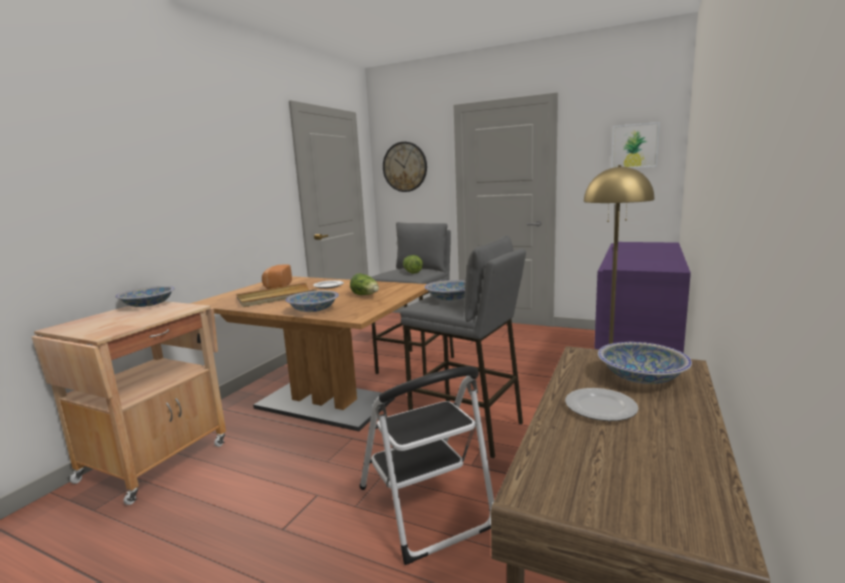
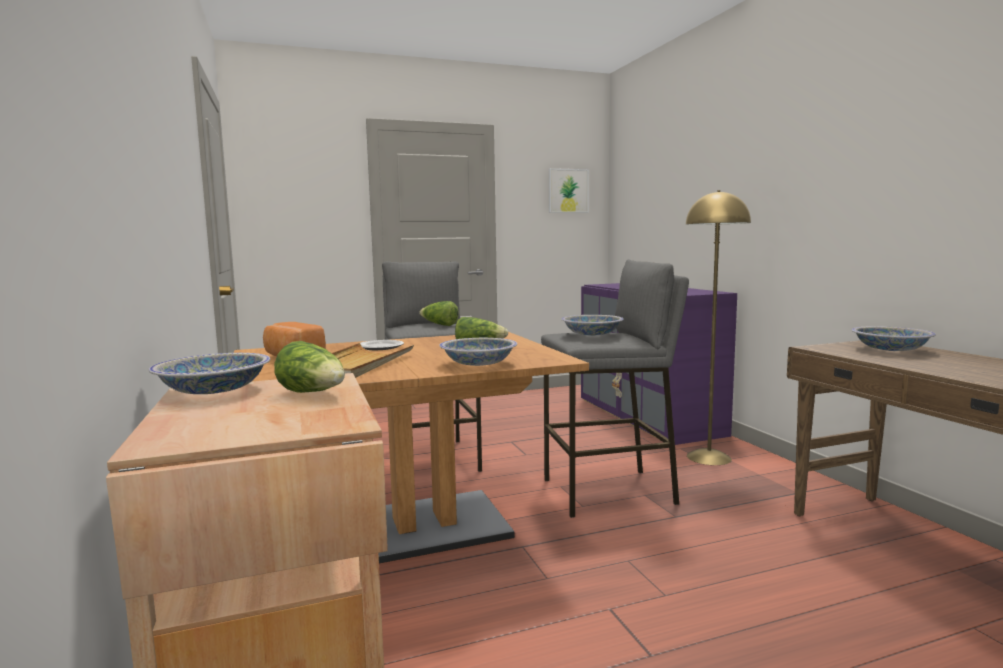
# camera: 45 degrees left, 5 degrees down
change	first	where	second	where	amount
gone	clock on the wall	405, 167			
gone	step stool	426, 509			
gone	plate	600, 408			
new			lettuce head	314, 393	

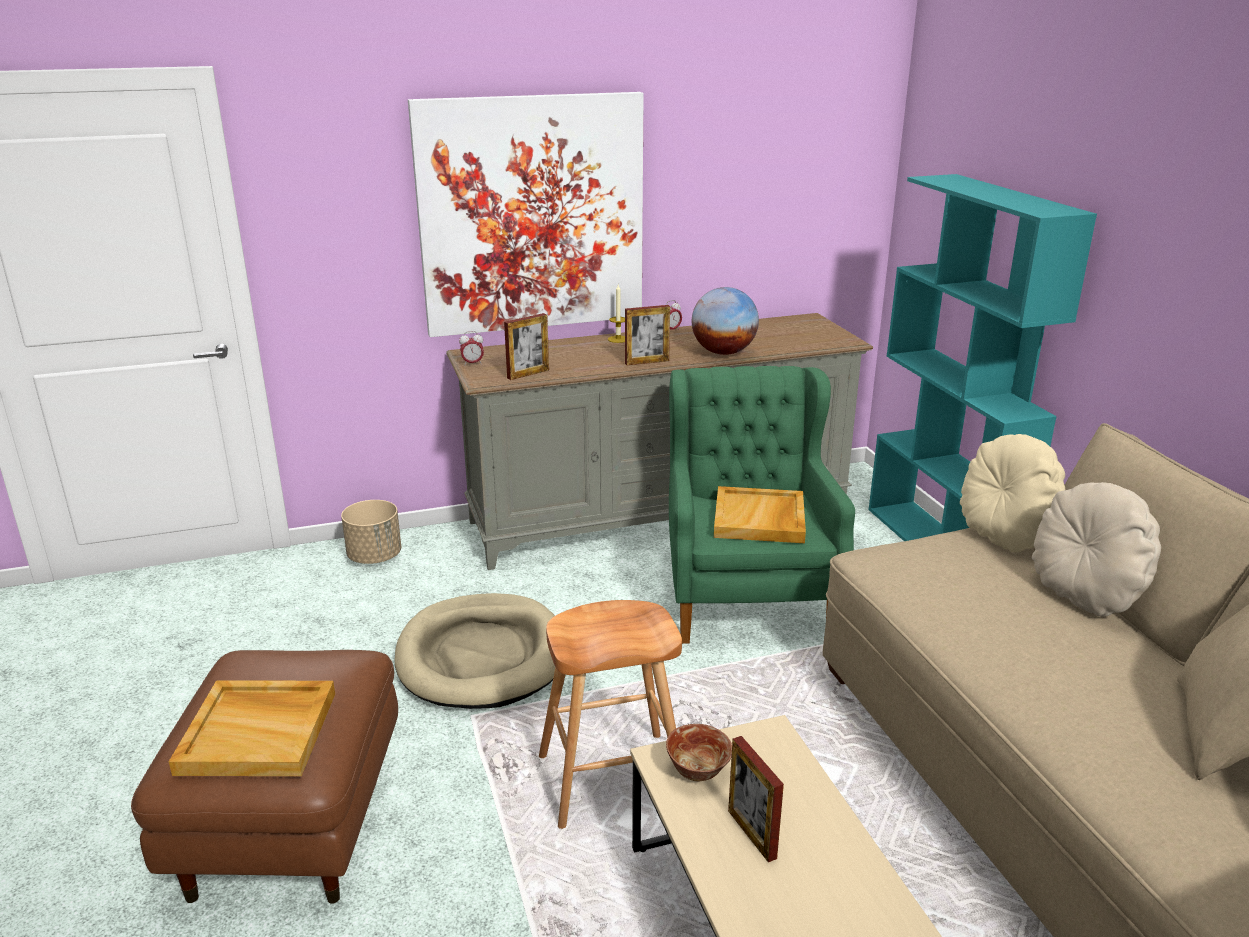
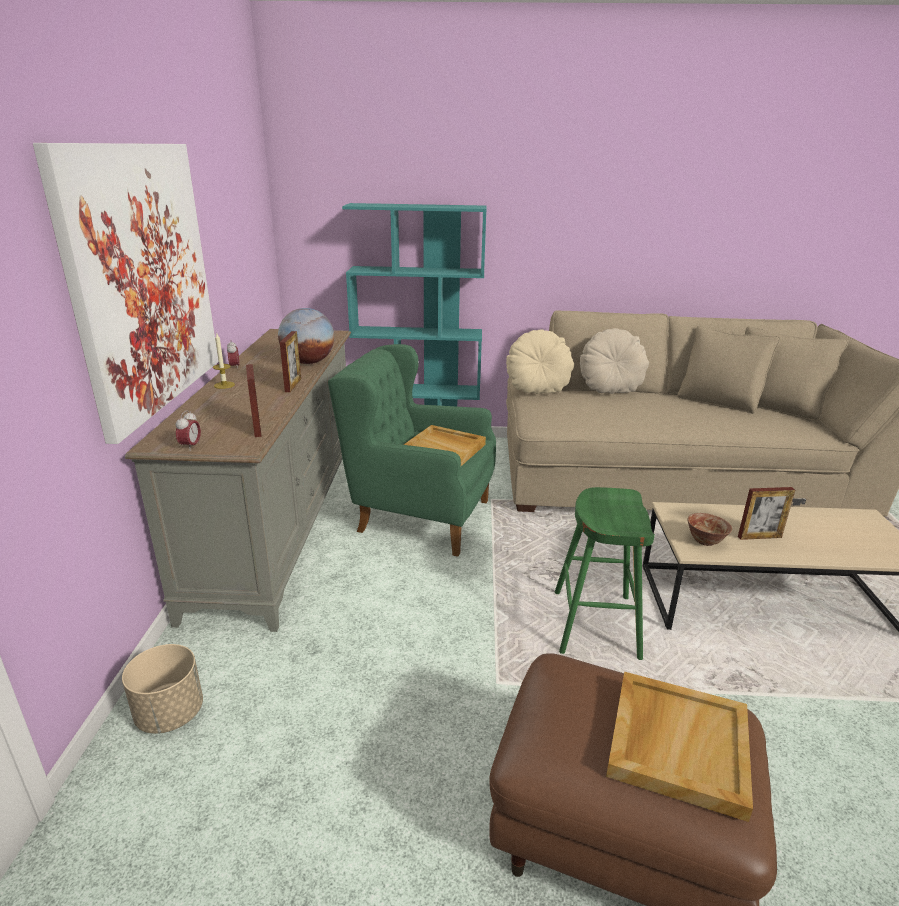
# camera: 70 degrees left, 0 degrees up
change	first	where	second	where	amount
gone	pet bed in beige	482, 656			
repainted	stool in brownish	611, 779	stool in green-coloured	595, 624	

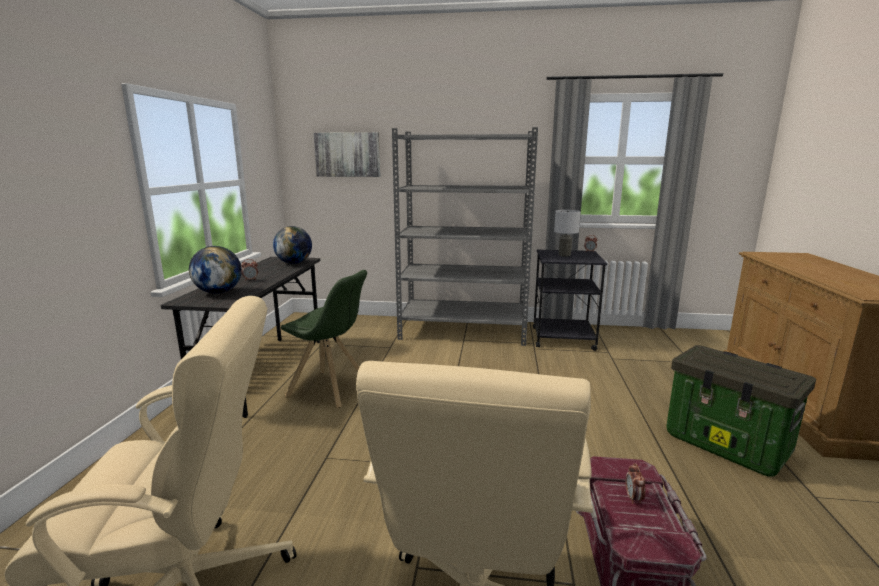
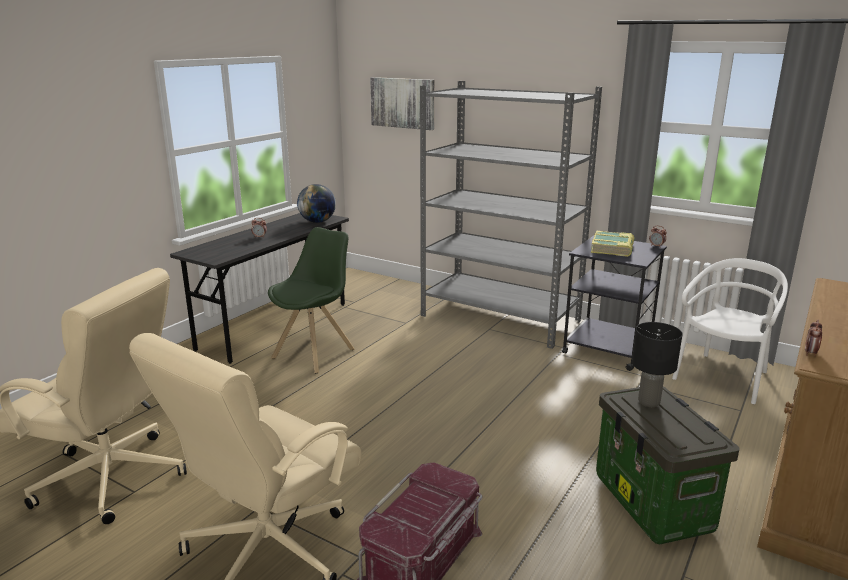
# camera: 25 degrees right, 5 degrees up
change	first	where	second	where	amount
swapped	tabletop lamp in whitish	565, 255	bound book	612, 248	
gone	desk globe	218, 292			
rotated	chair in green-coloured	329, 389		314, 353	105 degrees counterclockwise
shifted	alarm clock	633, 498		810, 353	
new			chair in whitish	723, 378	
new			tabletop lamp in black-coloured	648, 402	

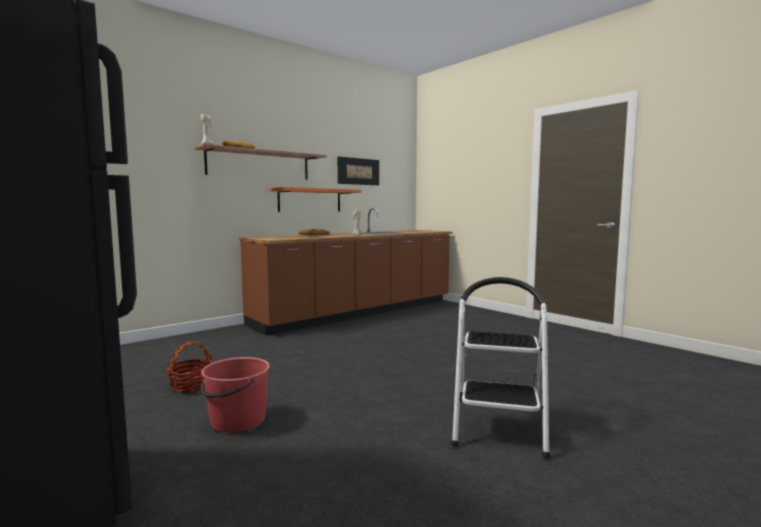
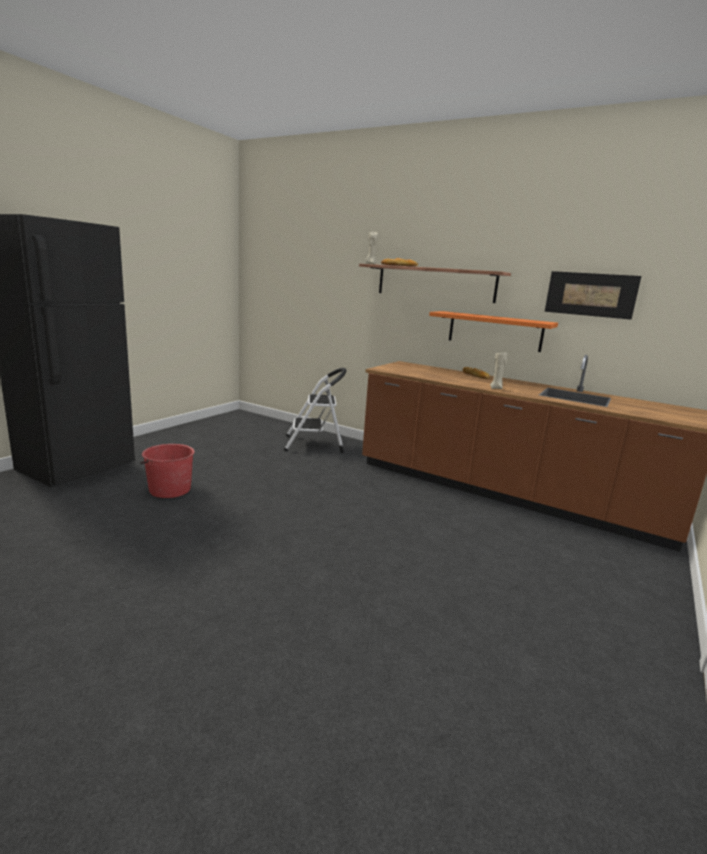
# camera: 70 degrees right, 10 degrees up
change	first	where	second	where	amount
shifted	step stool	499, 424		316, 444	
gone	storage basket	191, 386			

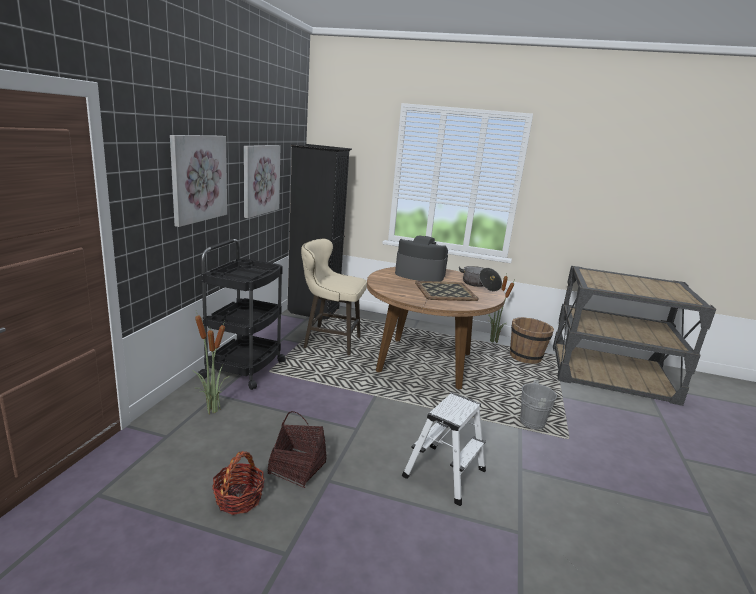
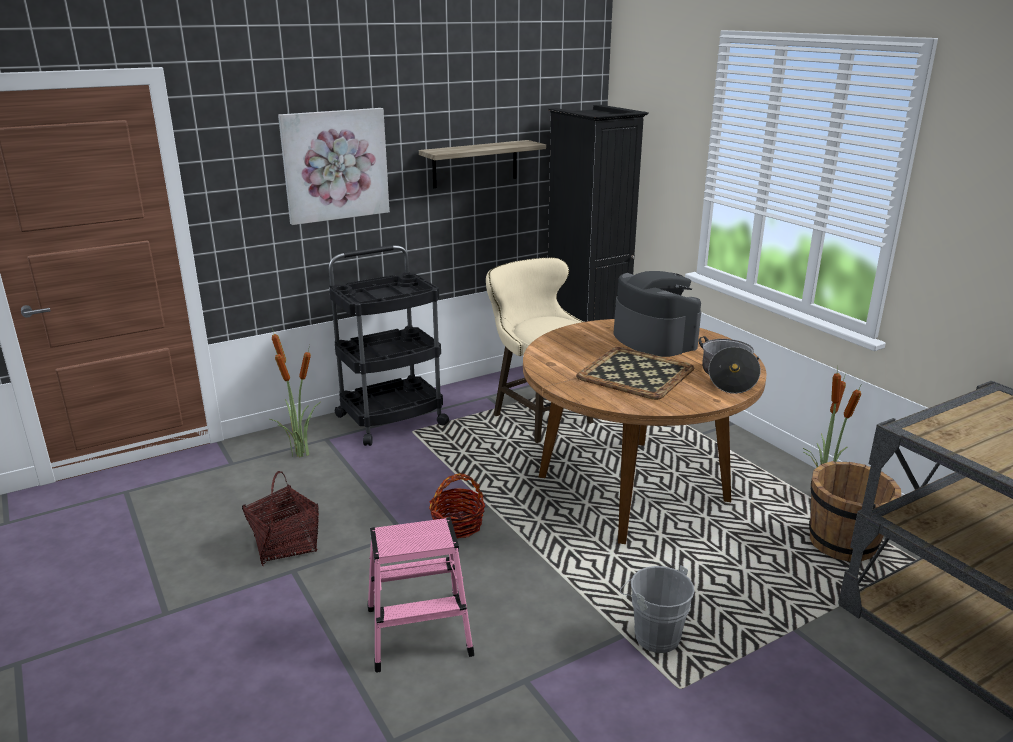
# camera: 45 degrees right, 5 degrees up
change	first	where	second	where	amount
swapped	wall art	260, 179	bracket shelf	475, 164	
repainted	step stool in whitish	444, 473	step stool in pink-coloured	418, 630	
shifted	storage basket	239, 498		457, 525	

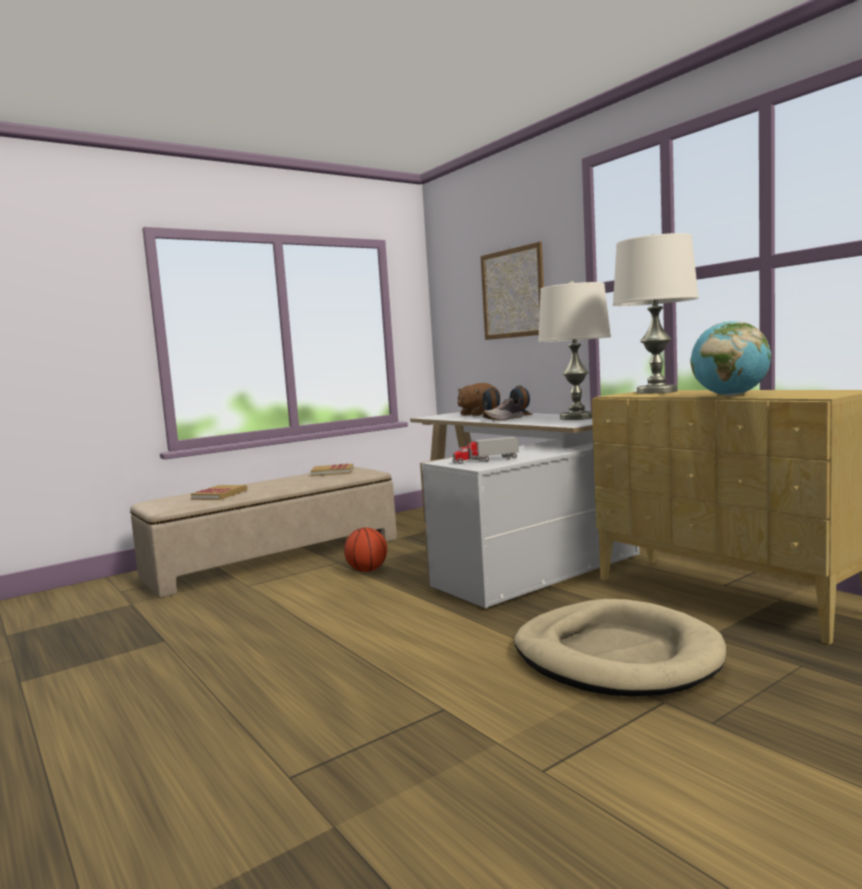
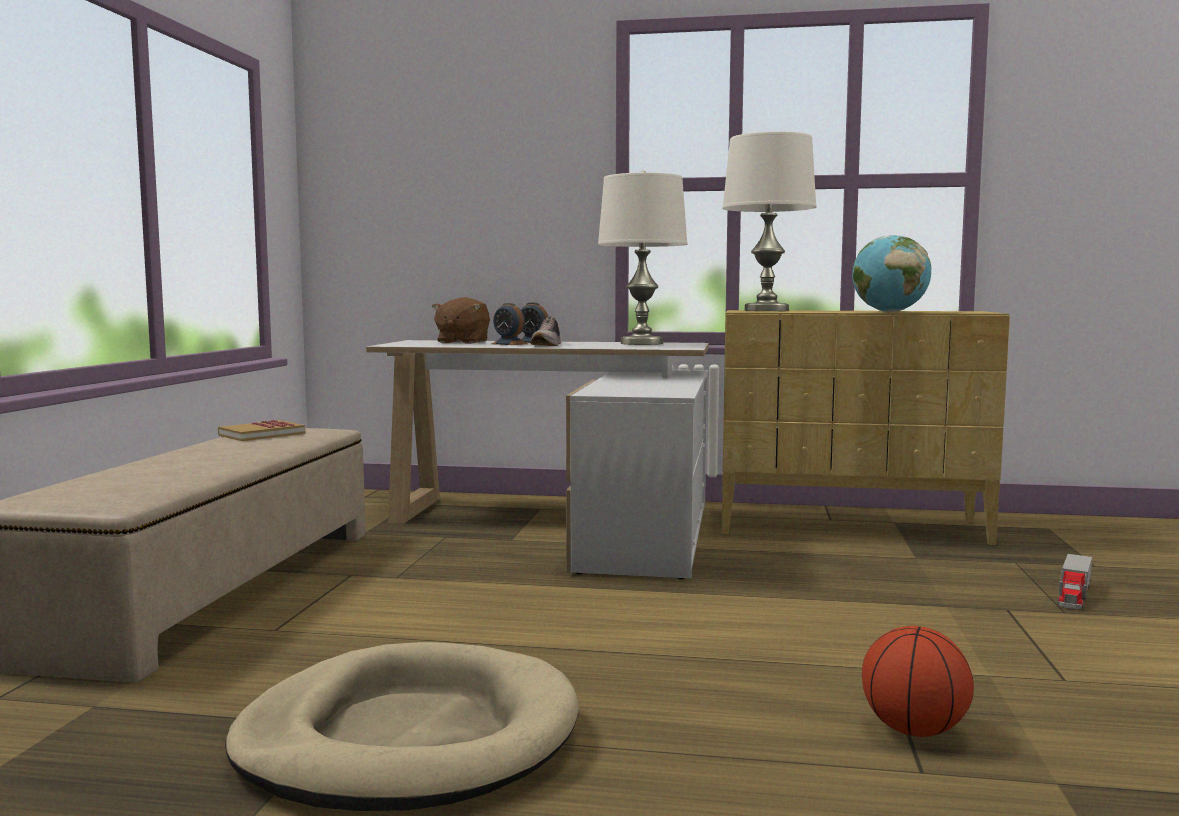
# camera: 45 degrees left, 0 degrees up
change	first	where	second	where	amount
gone	wall art	513, 292			
shifted	toy lorry	485, 460		1074, 595	
gone	bound book	220, 495			
shifted	basketball	367, 570		914, 731	
shifted	pet bed in beige	616, 655		408, 738	

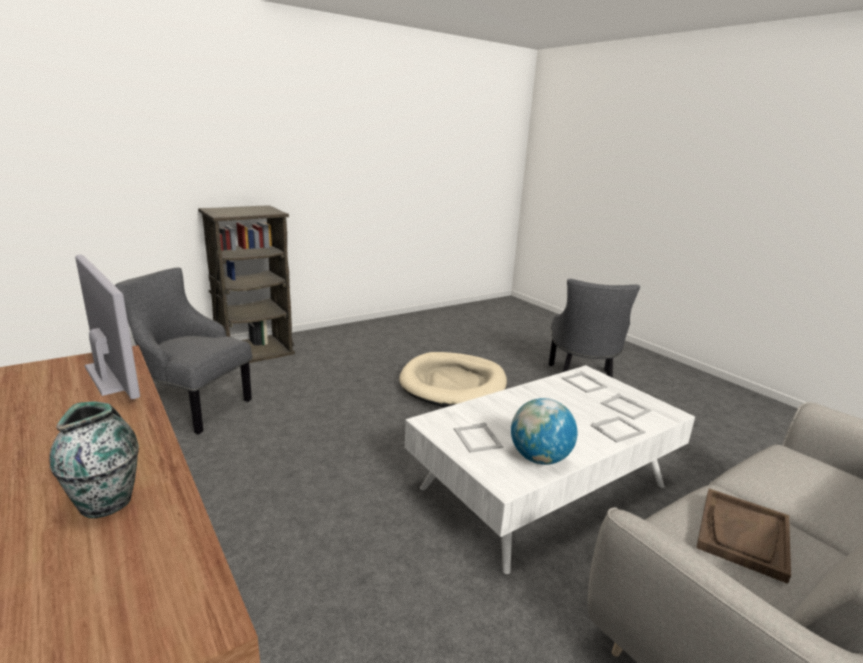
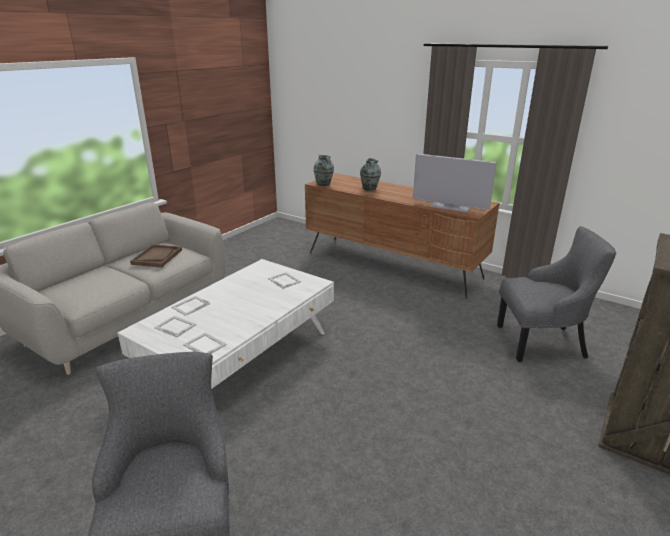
# camera: 160 degrees right, 5 degrees up
change	first	where	second	where	amount
gone	pet bed in beige	453, 384			
gone	desk globe	539, 458			
new			vase	323, 184	

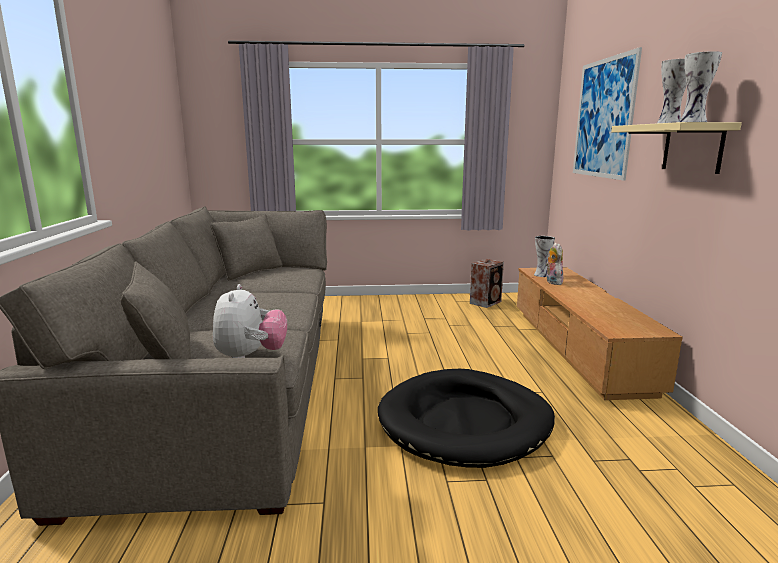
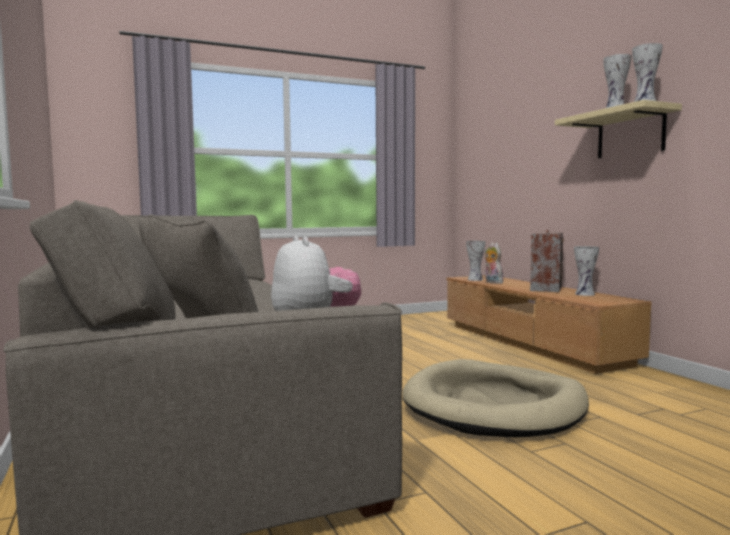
# camera: 20 degrees left, 10 degrees down
change	first	where	second	where	amount
gone	wall art	603, 118			
shifted	audio speaker	486, 302		546, 289	
repainted	pet bed in black-coloured	465, 422	pet bed in beige	494, 405	
new			vase	586, 294	

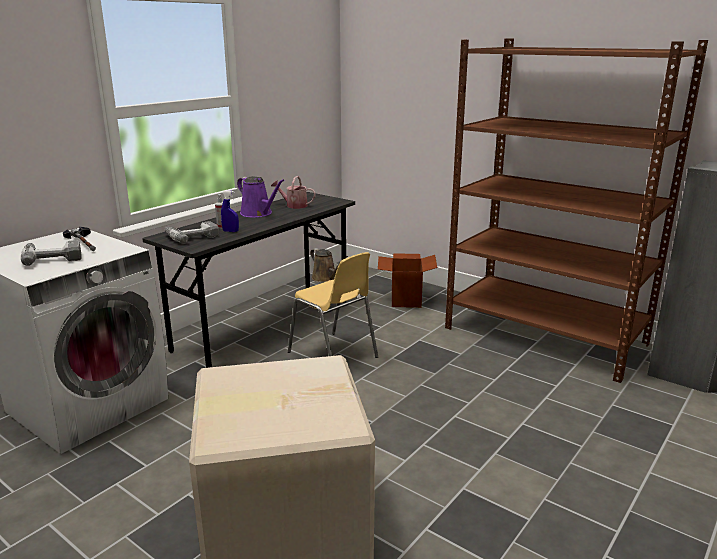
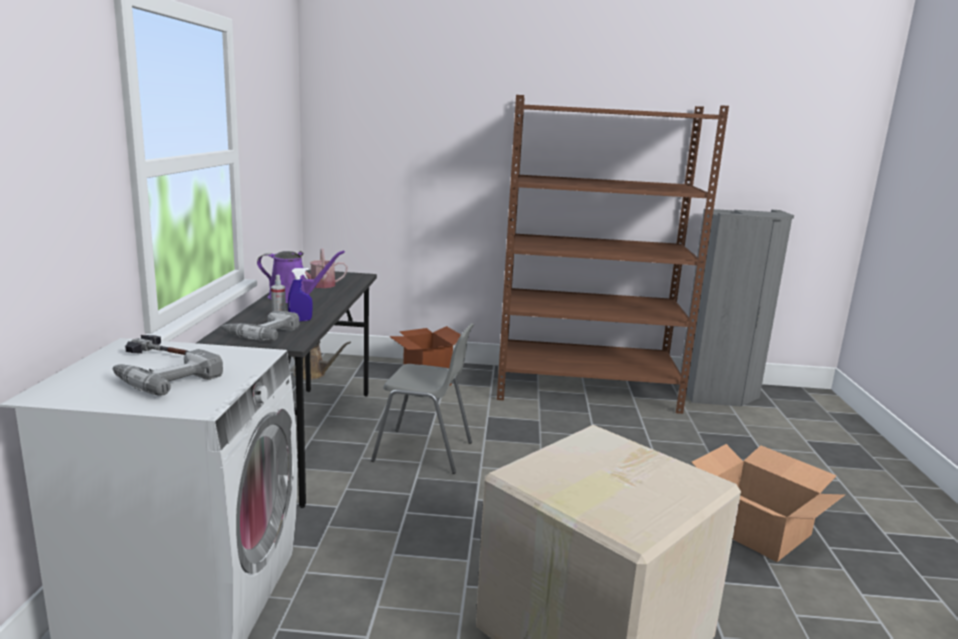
# camera: 35 degrees left, 5 degrees down
change	first	where	second	where	amount
repainted	chair in yellow	333, 355	chair in gray	424, 452	
new			cardboard box	755, 528	

